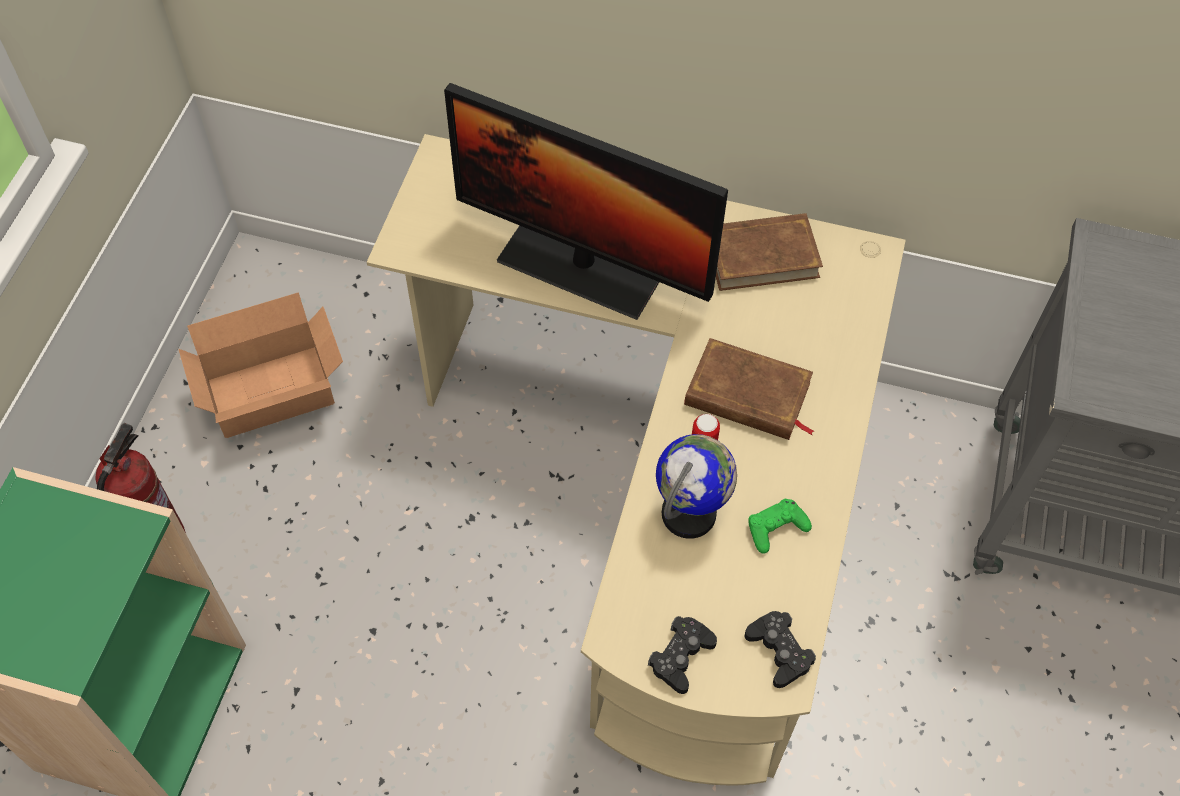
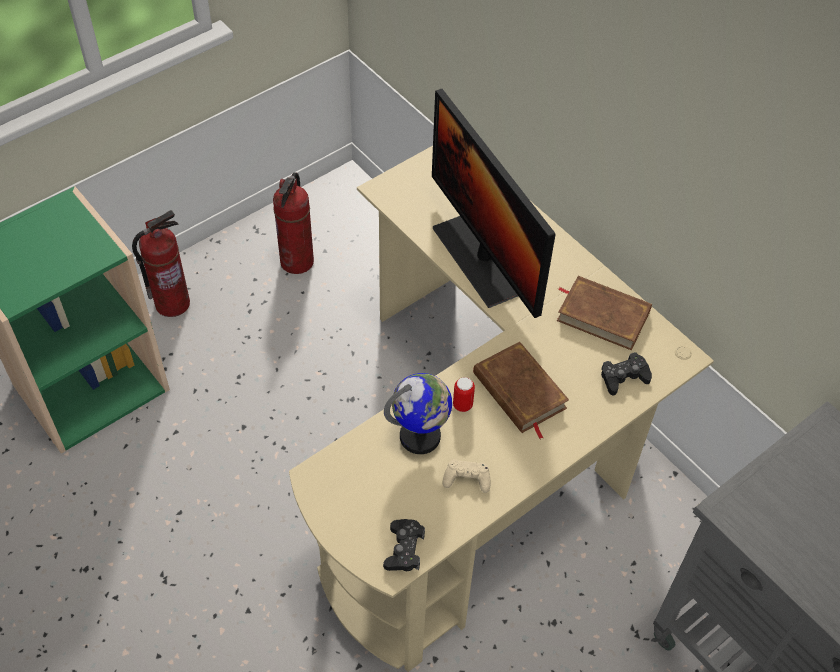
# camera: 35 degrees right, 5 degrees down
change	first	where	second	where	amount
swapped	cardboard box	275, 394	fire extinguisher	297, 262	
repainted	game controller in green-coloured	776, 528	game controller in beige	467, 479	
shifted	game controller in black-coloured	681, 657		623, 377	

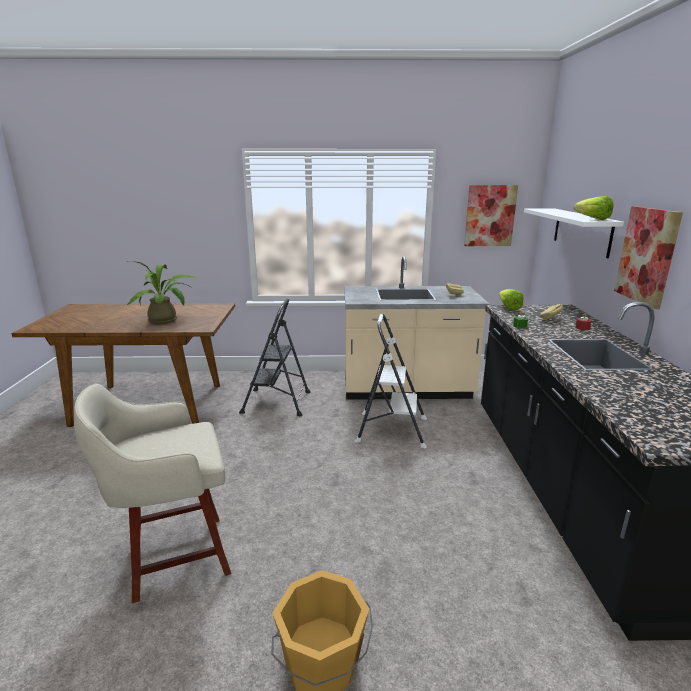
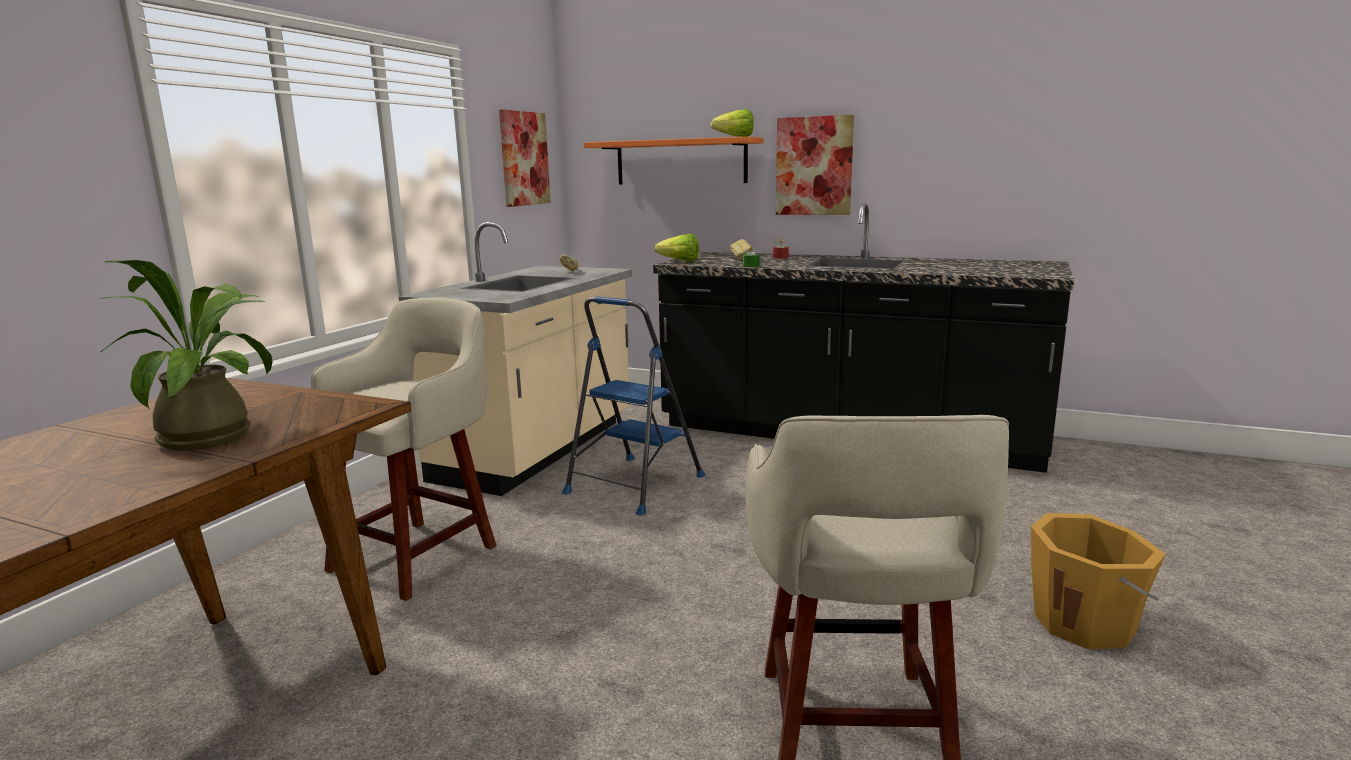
# camera: 65 degrees left, 5 degrees down
change	first	where	second	where	amount
repainted	bracket shelf in whitish	581, 231	bracket shelf in orangey	680, 162	
swapped	step stool in black-coloured	278, 402	stool in beige	419, 555	
repainted	step stool in whitish	389, 428	step stool in blue-coloured	632, 485	

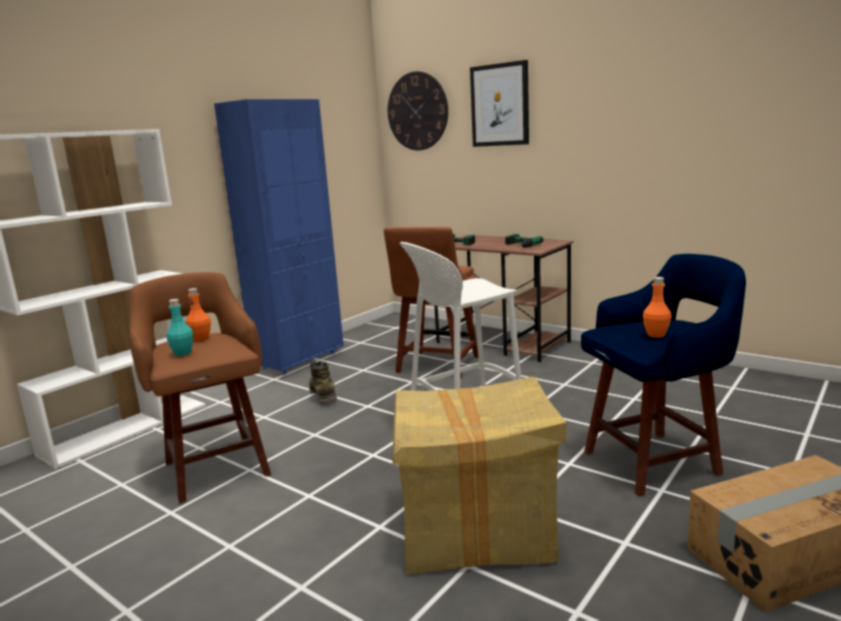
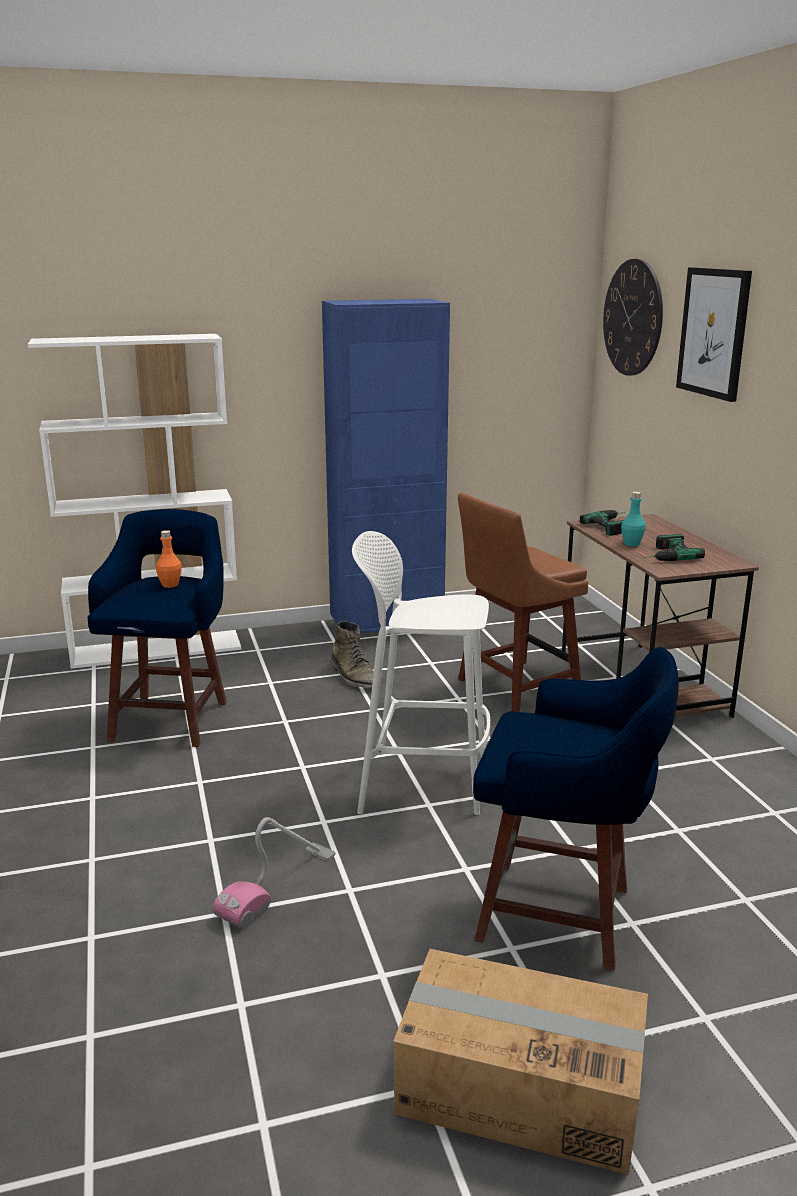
# camera: 35 degrees right, 5 degrees up
change	first	where	second	where	amount
repainted	stool in brownish	216, 466	stool in blue-coloured	172, 718	
gone	drink bottle in orangey	656, 335			
shifted	drink bottle in turquoise	183, 353		632, 544	
rotated	tall boot in green-coloured	322, 393		354, 676	135 degrees clockwise
swapped	cardboard box	476, 529	vacuum cleaner	278, 885	

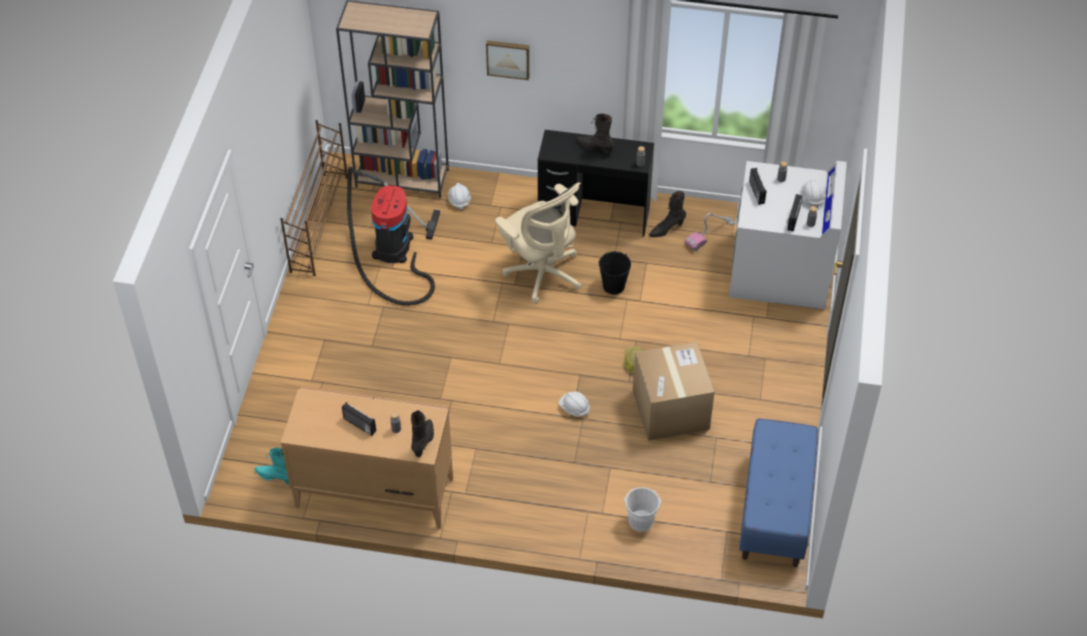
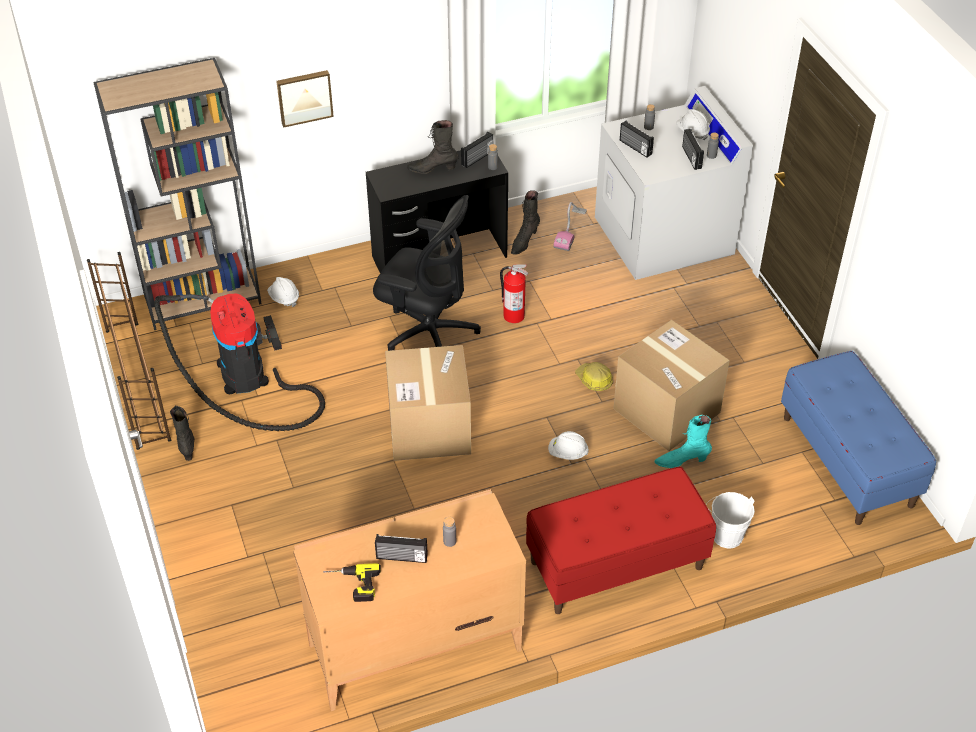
# camera: 30 degrees left, 5 degrees down
change	first	where	second	where	amount
repainted	computer chair in beige	540, 271	computer chair in black-coloured	425, 333	
swapped	bucket in black-coloured	614, 286	fire extinguisher	513, 315	
shifted	tall boot in black-coloured	424, 441		186, 445	
shifted	tall boot in turquoise	275, 477		681, 461	
new			radio receiver	477, 158	
new			cardboard box	429, 428	
new			bench in reddish	616, 565	
new			electric drill	352, 585	

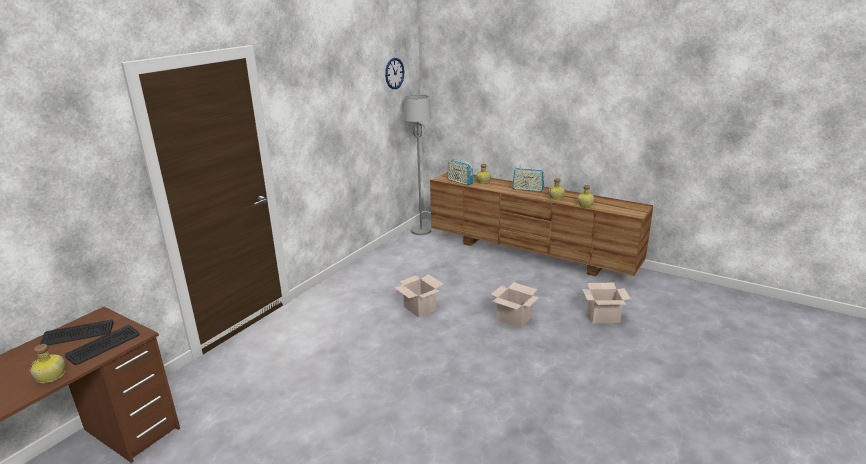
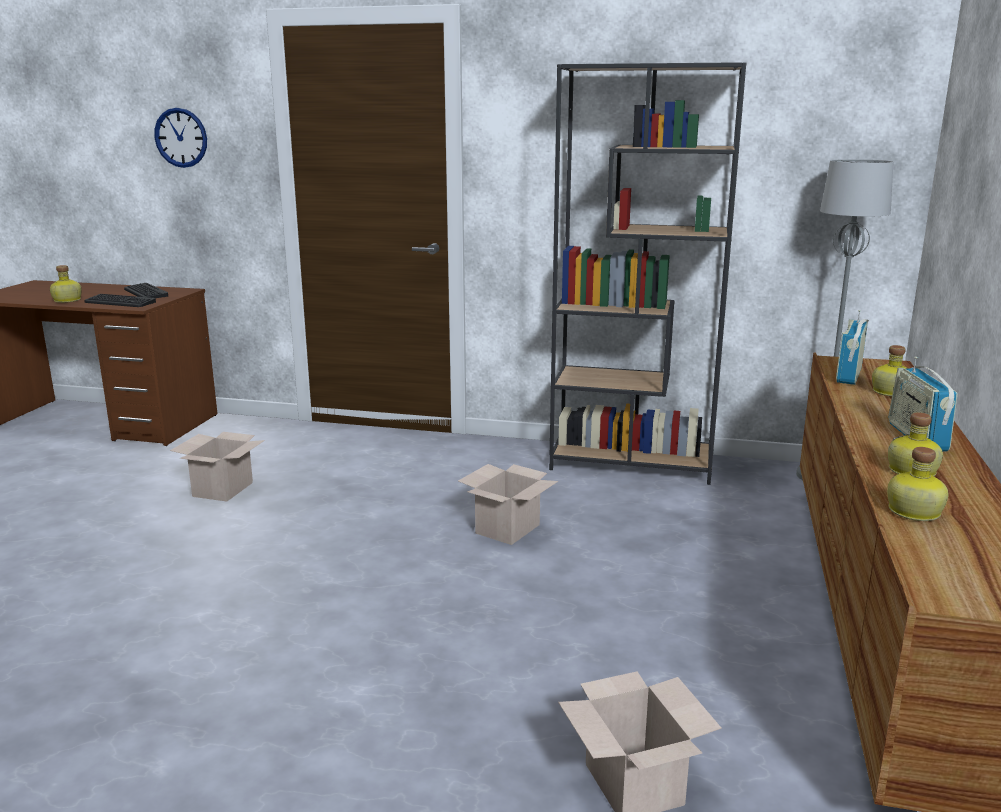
# camera: 70 degrees right, 5 degrees down
change	first	where	second	where	amount
shifted	clock on the wall	394, 73		181, 137	
shifted	cardboard box	513, 318		223, 489	
new			bookshelf	632, 463	

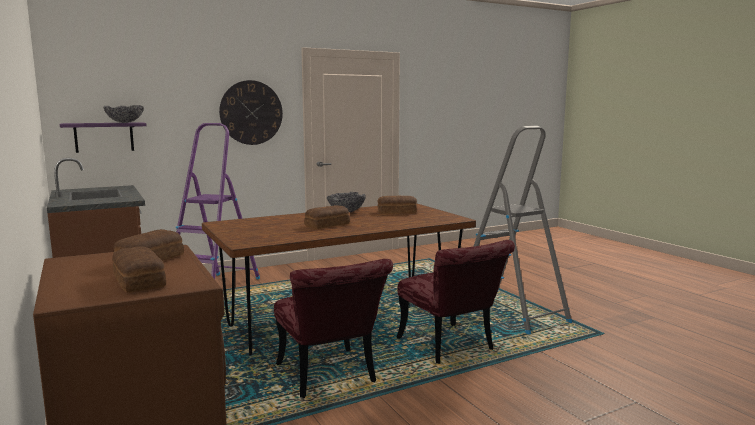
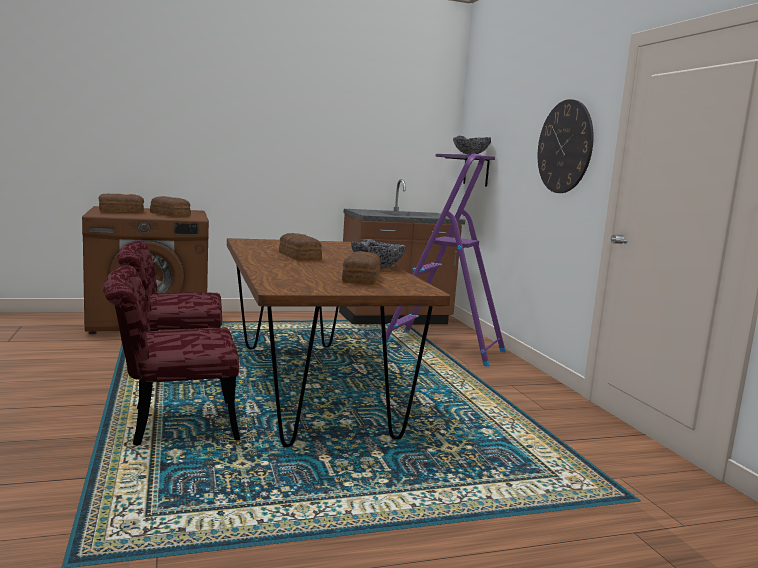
# camera: 100 degrees right, 0 degrees up
change	first	where	second	where	amount
gone	step stool in gray	509, 310			

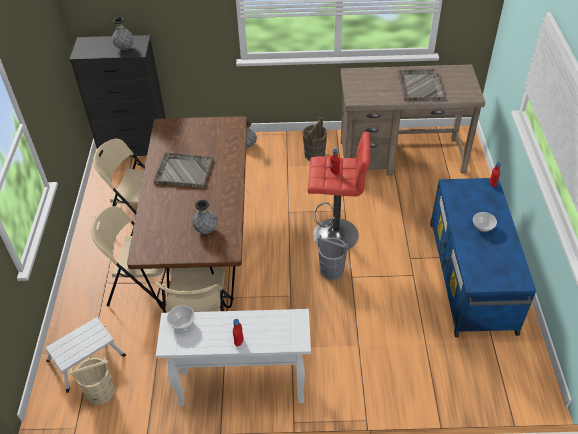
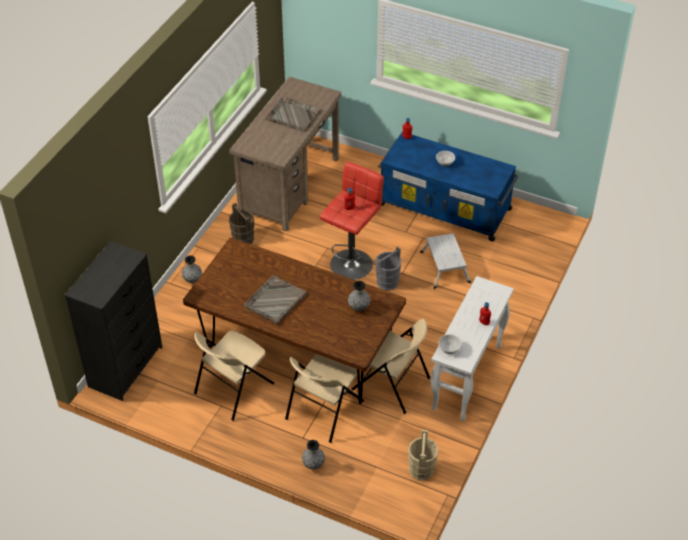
# camera: 65 degrees left, 0 degrees up
change	first	where	second	where	amount
shifted	vase in gray	124, 48		313, 465	
shifted	step stool in whitish	85, 358		445, 267	

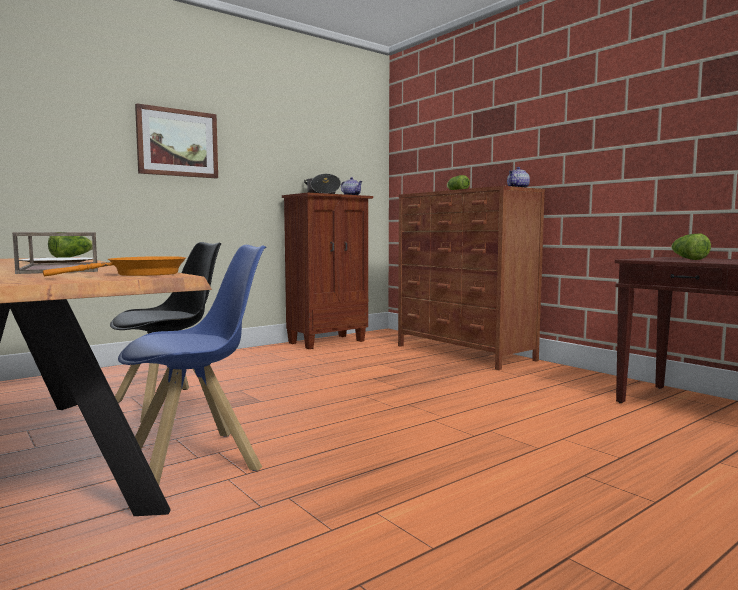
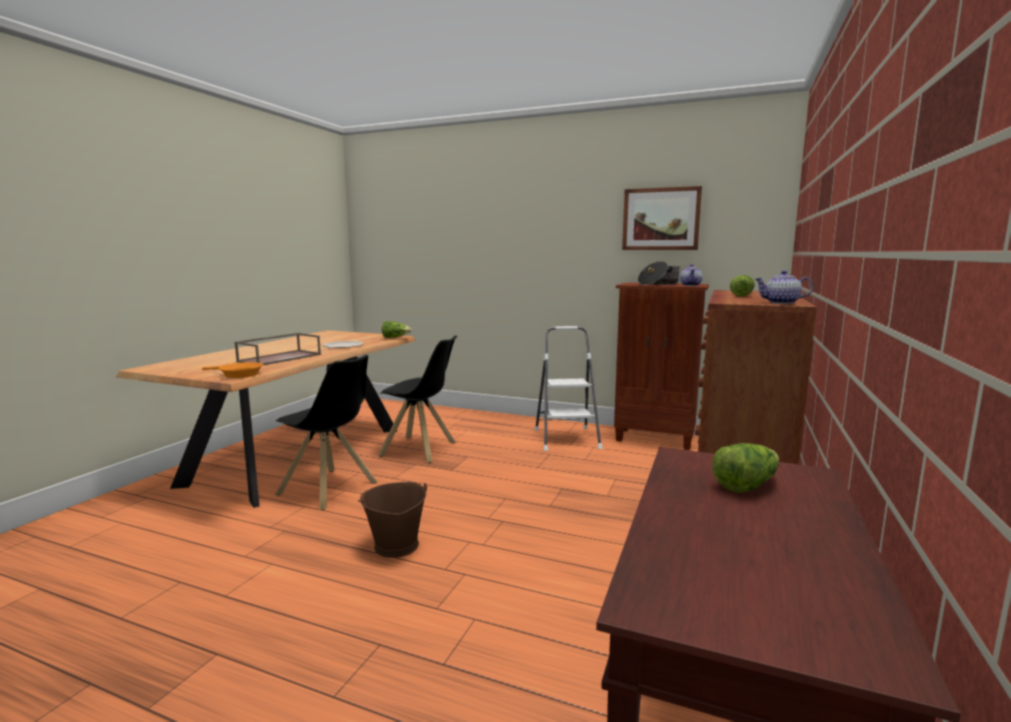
# camera: 60 degrees right, 5 degrees up
change	first	where	second	where	amount
shifted	wall art	177, 143		661, 219	
repainted	chair in blue-coloured	197, 459	chair in black-coloured	329, 489	
new			step stool in whitish	566, 437	
new			bucket in brownish	395, 546	

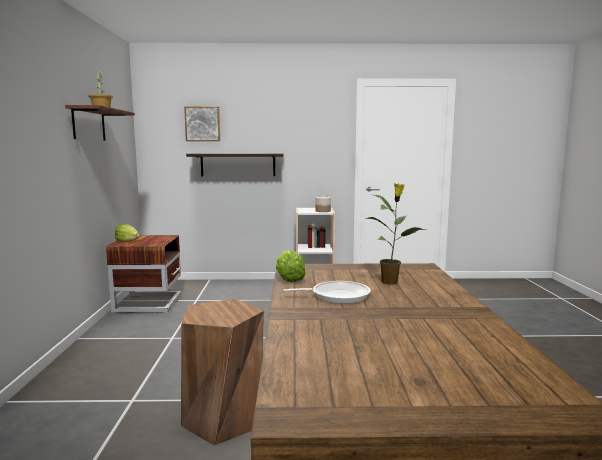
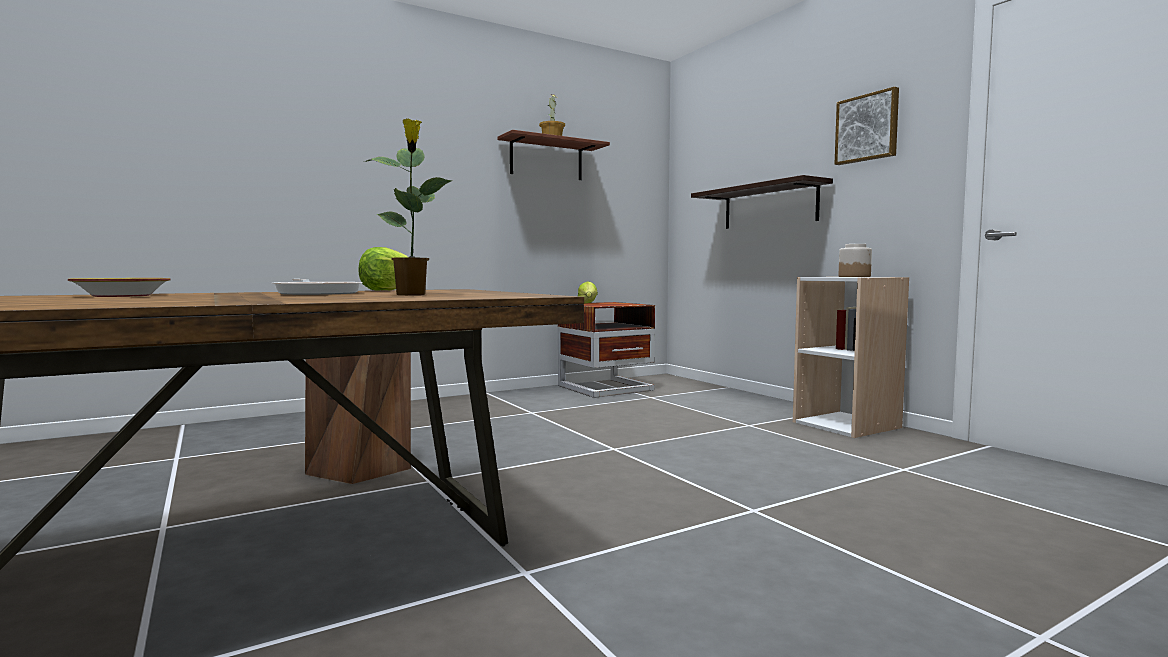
# camera: 60 degrees right, 5 degrees down
change	first	where	second	where	amount
shifted	wall art	202, 124		867, 128	
new			serving bowl	123, 296	

